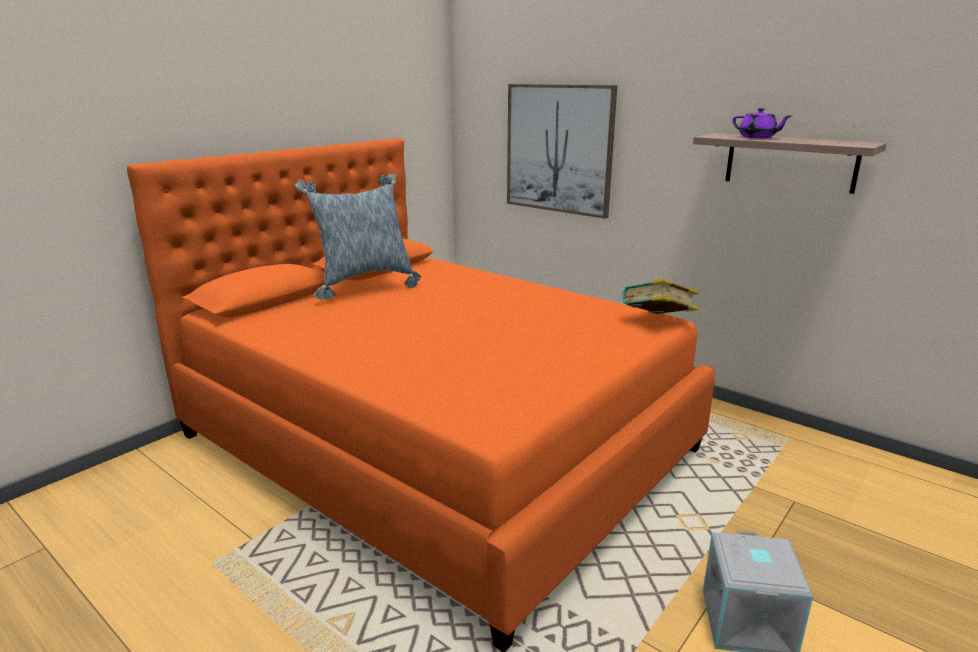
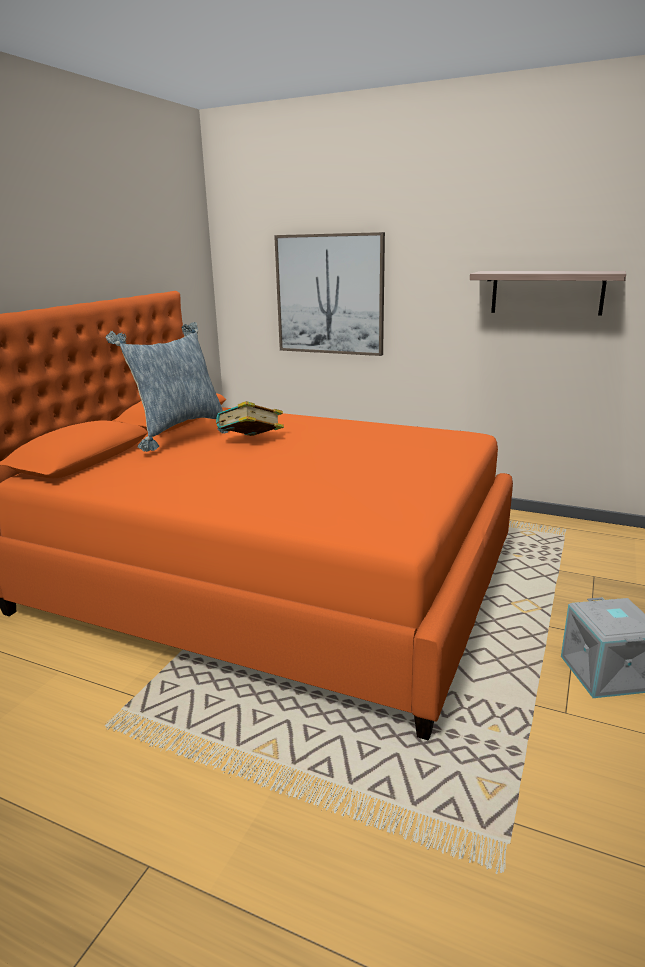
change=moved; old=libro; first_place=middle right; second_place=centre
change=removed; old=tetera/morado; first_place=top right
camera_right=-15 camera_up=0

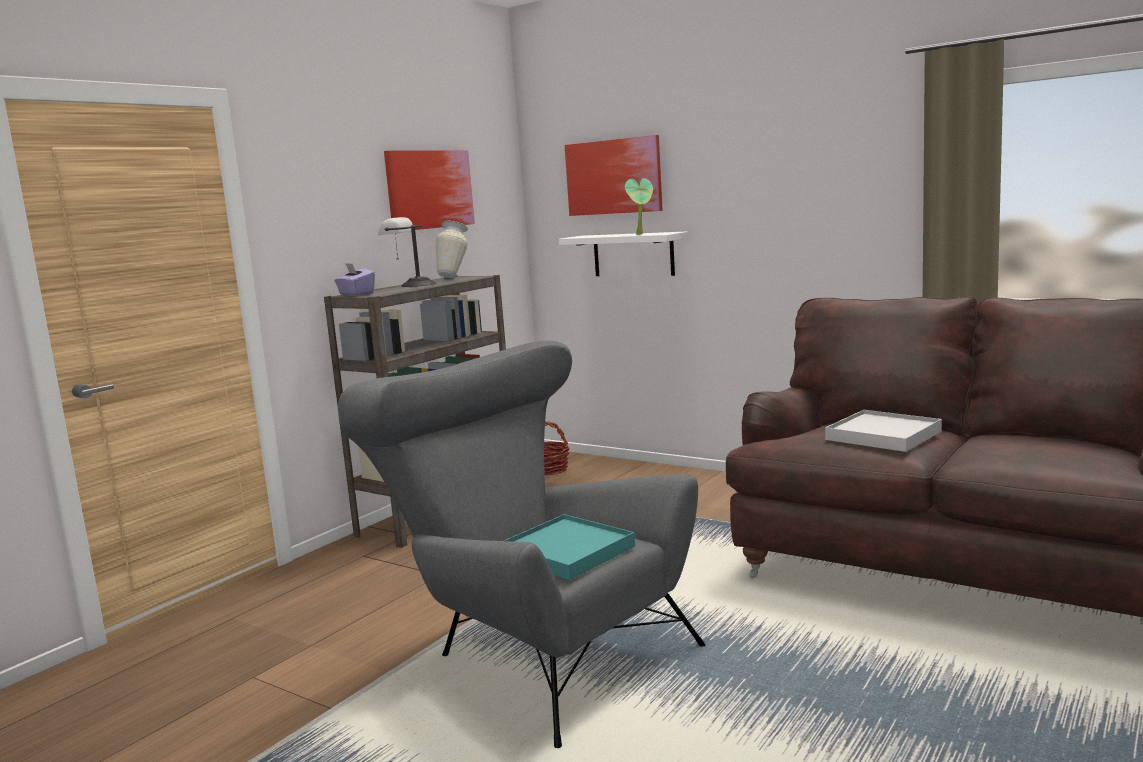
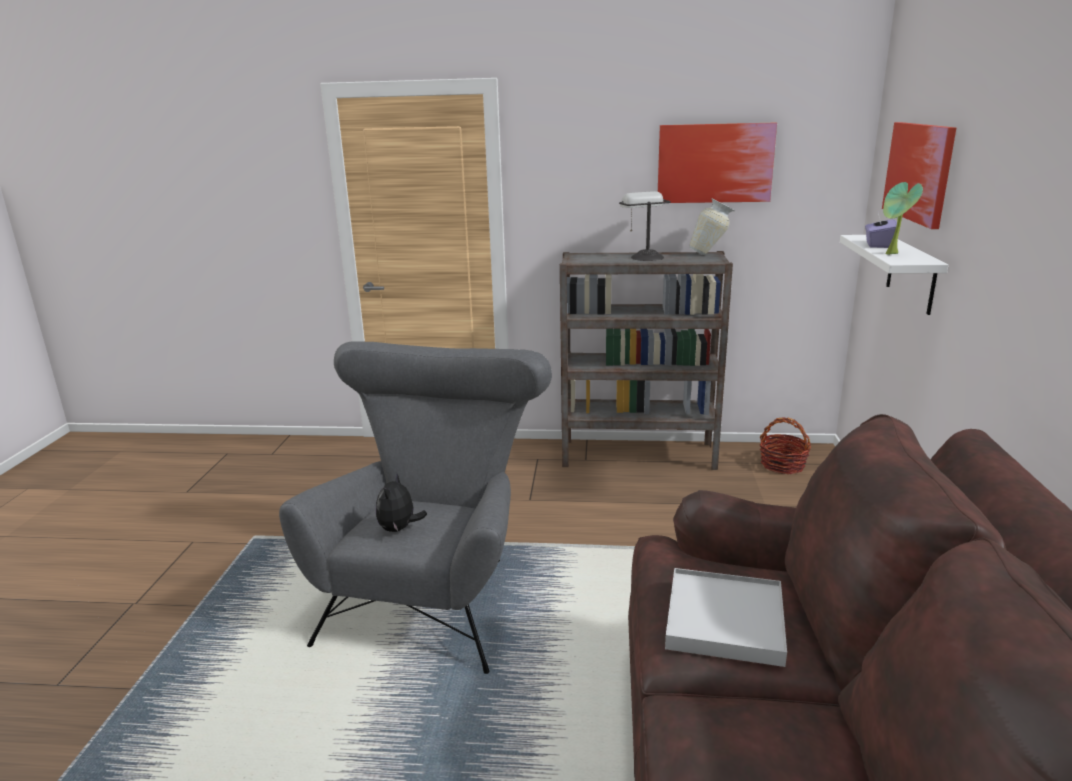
change=moved; old=caja de pañuelos/morado; first_place=middle left; second_place=top right
change=replaced; old=bandeja/turquesa; new=peluche; first_place=bottom centre; second_place=centre
camera_right=60 camera_up=10

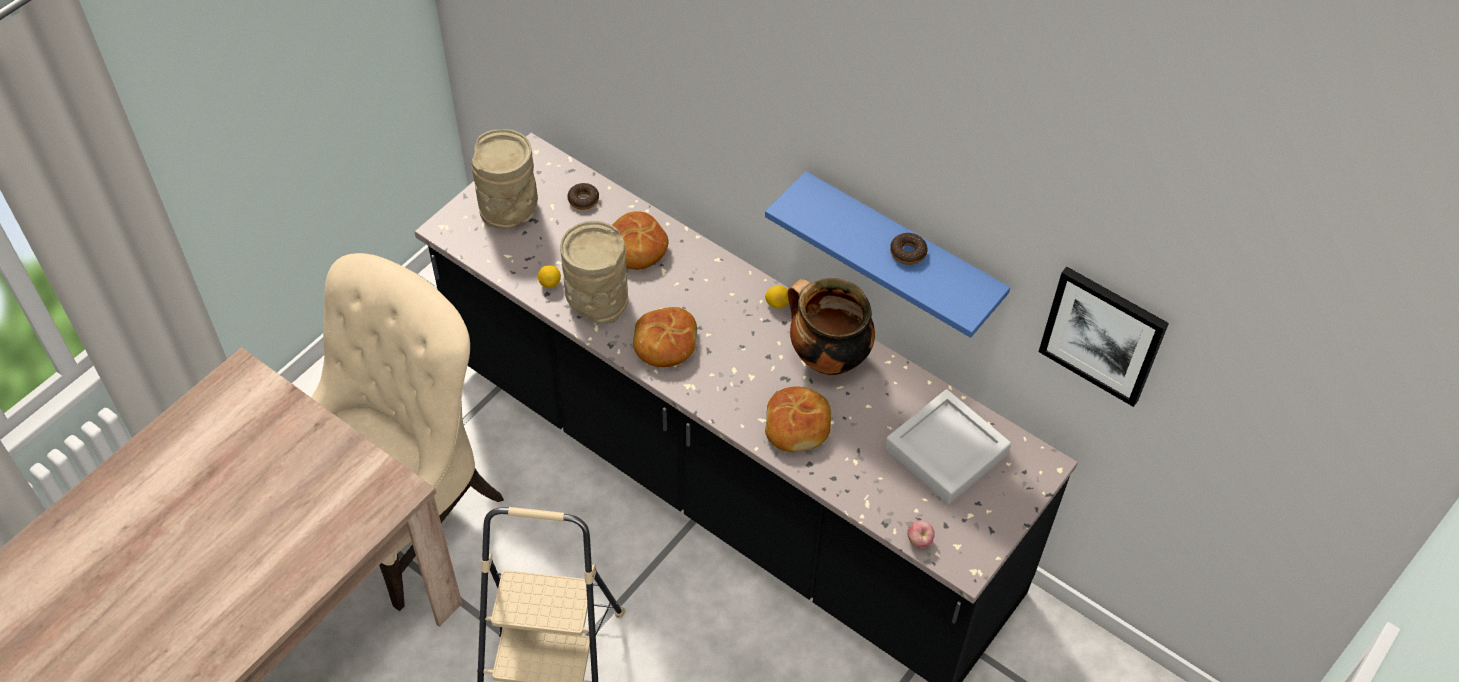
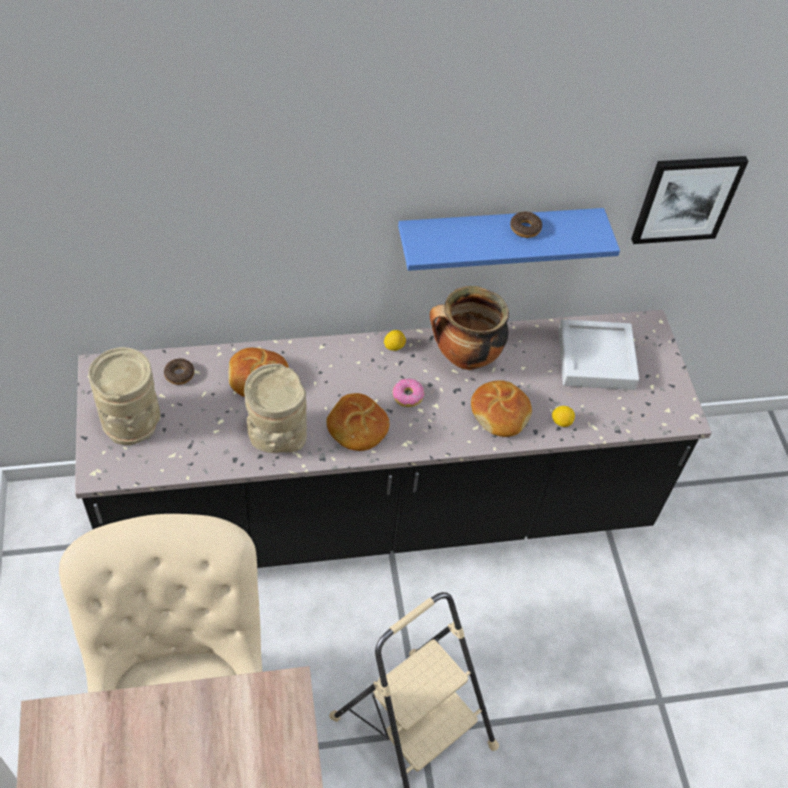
change=moved; old=limón (1st from left in the first image); new=limón (2nd from left); first_place=centre; second_place=middle right
change=removed; old=manzana; first_place=bottom centre
change=added; new=rosquilla (2nd from left); second_place=centre
camera_right=-50 camera_up=0

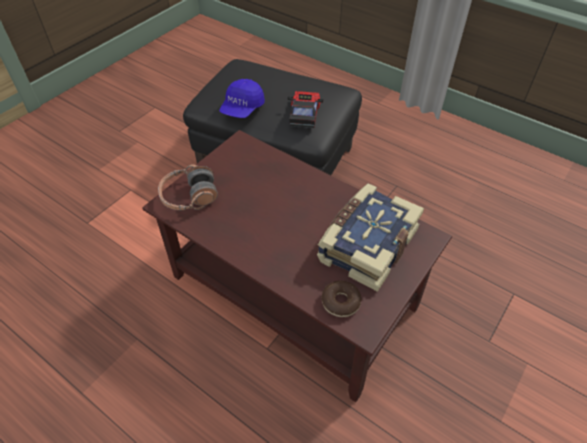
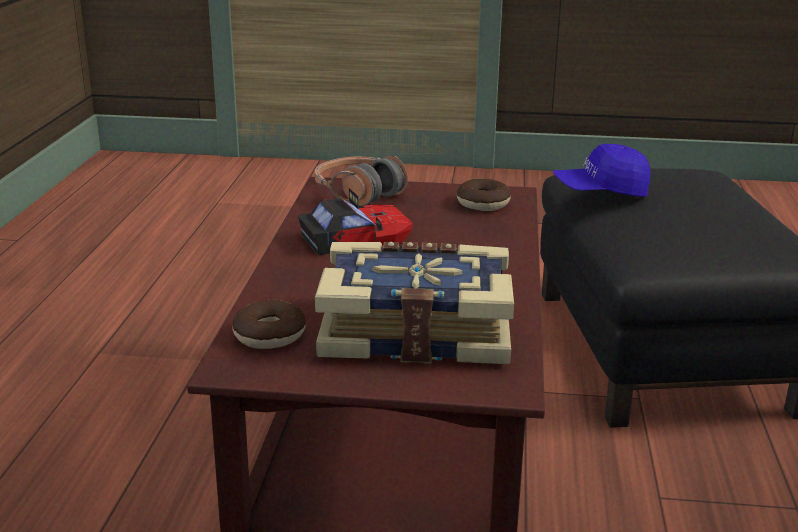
change=moved; old=coche de juguete; first_place=top centre; second_place=centre
change=added; new=rosquilla (2nd from left); second_place=centre
camera_right=60 camera_up=-25

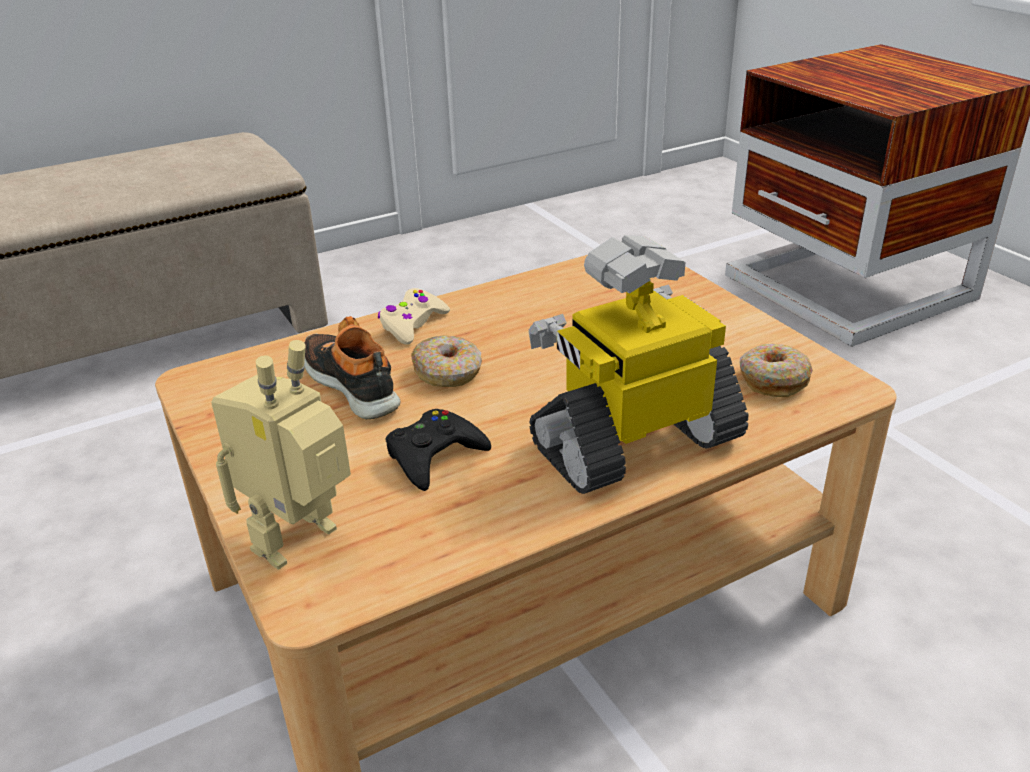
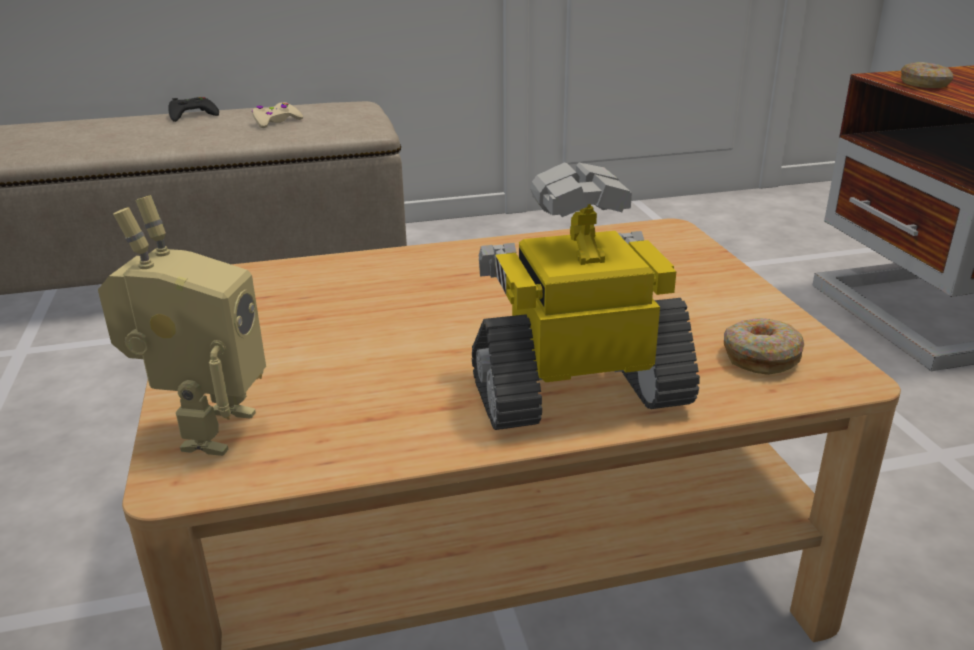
change=turned; old=robot de juguete (1st from left); first_place=middle left; second_place=middle left; degrees=135
change=removed; old=zapato; first_place=centre
change=moved; old=mando de consola/beis; first_place=centre; second_place=top left
change=moved; old=mando de consola/negro; first_place=centre; second_place=top left
change=moved; old=rosquilla (1st from left in the first image); new=rosquilla (2nd from left); first_place=centre; second_place=top right
camera_right=15 camera_up=-5

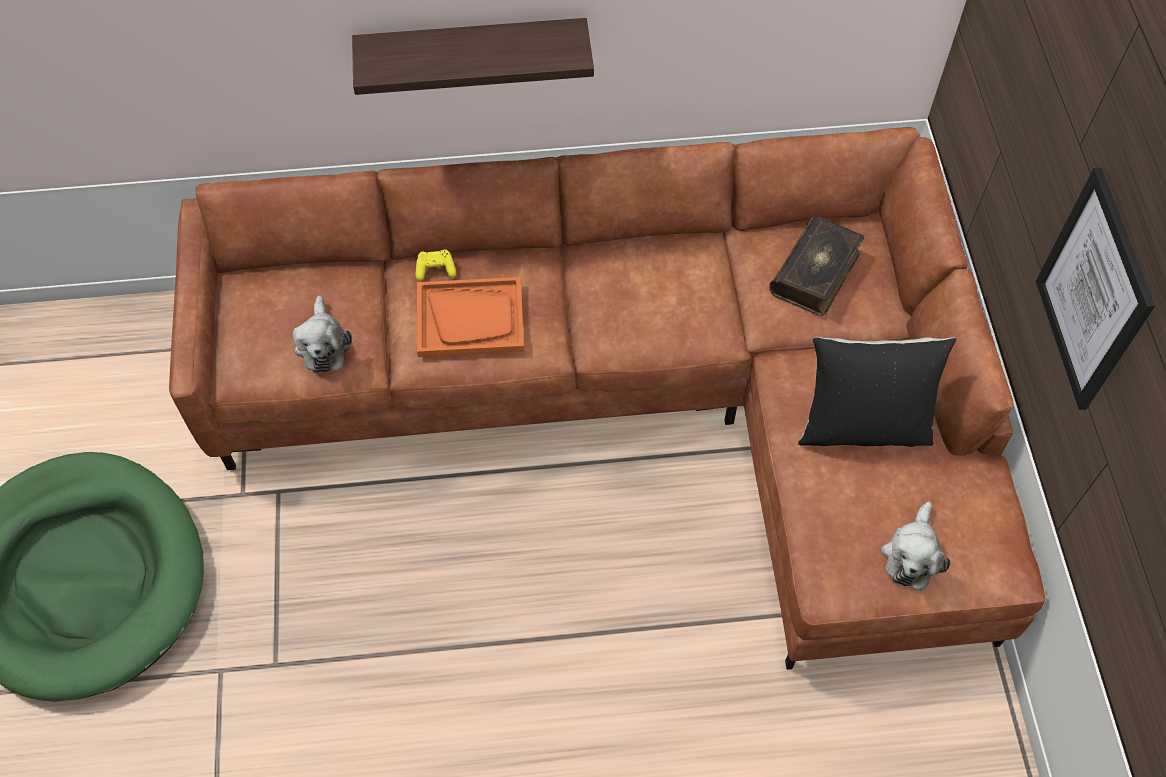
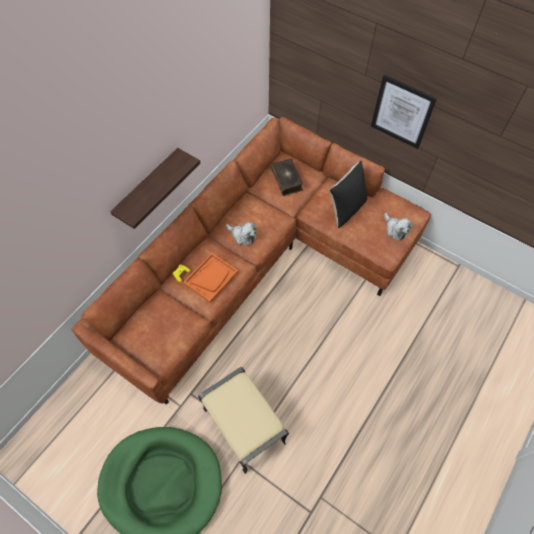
change=moved; old=peluche (1st from left); first_place=middle left; second_place=centre
change=added; new=puf/beis; second_place=bottom centre
camera_right=-50 camera_up=0

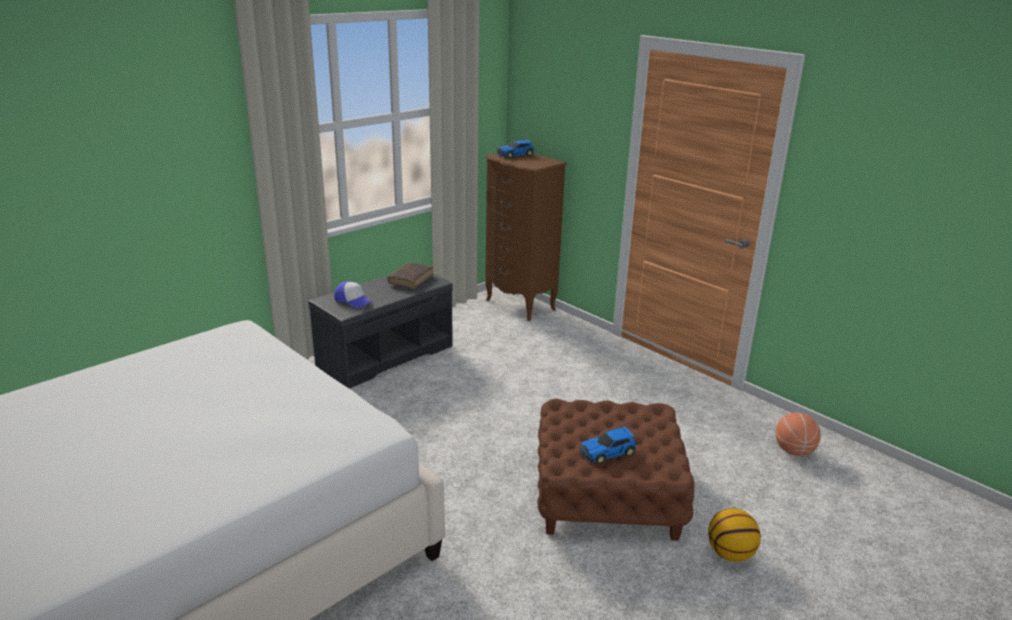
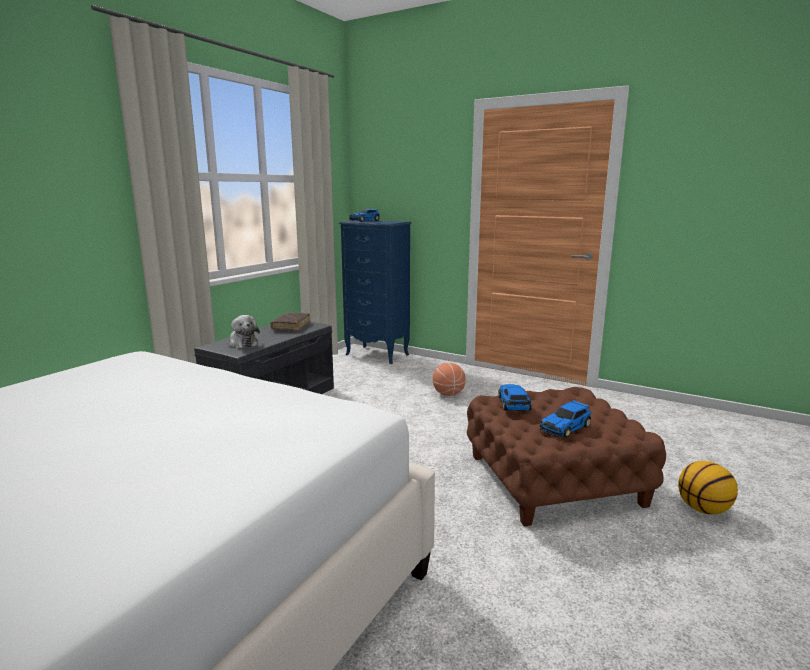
change=replaced; old=gorra; new=peluche; first_place=centre; second_place=middle left
change=recoloured; old=cómoda/marrón; new=cómoda/azul; first_place=centre; second_place=centre
change=moved; old=balón de baloncesto (2nd from left in the first image); new=balón de baloncesto (1st from left); first_place=bottom right; second_place=centre
change=added; new=coche de juguete (2nd from left); second_place=centre
camera_right=-15 camera_up=-10

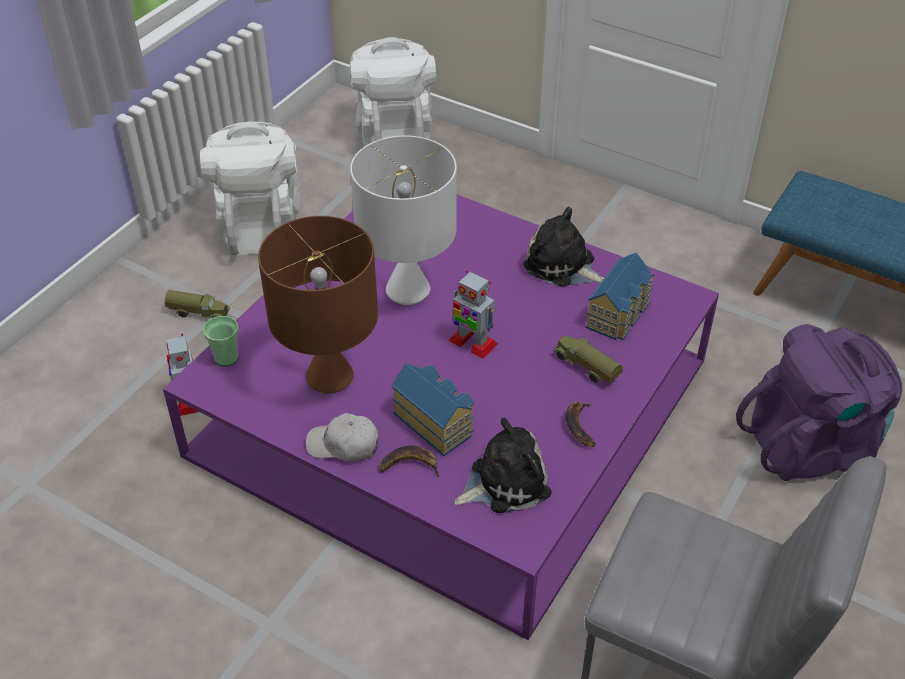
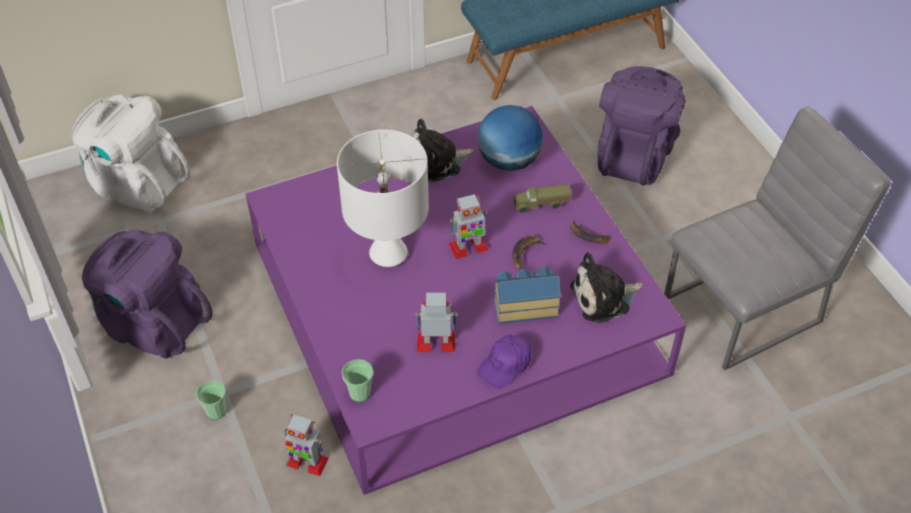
change=replaced; old=camión de juguete (1st from left); new=taza (1st from left); first_place=middle left; second_place=bottom left
change=recoloured; old=mochila/blanco (1st from left); new=mochila/morado (1st from left); first_place=top left; second_place=middle left
change=replaced; old=lámpara de mesa/marrón; new=robot de juguete (2nd from left); first_place=centre; second_place=centre
change=recoloured; old=gorra/blanco; new=gorra/morado; first_place=centre; second_place=bottom centre
change=moved; old=plátano (1st from left); first_place=bottom centre; second_place=centre
change=turned; old=peluche (1st from left in the first image); first_place=bottom centre; second_place=centre; degrees=-120
change=replaced; old=casita (2nd from left); new=globo terráqueo; first_place=middle right; second_place=top centre
camera_right=-55 camera_up=5

